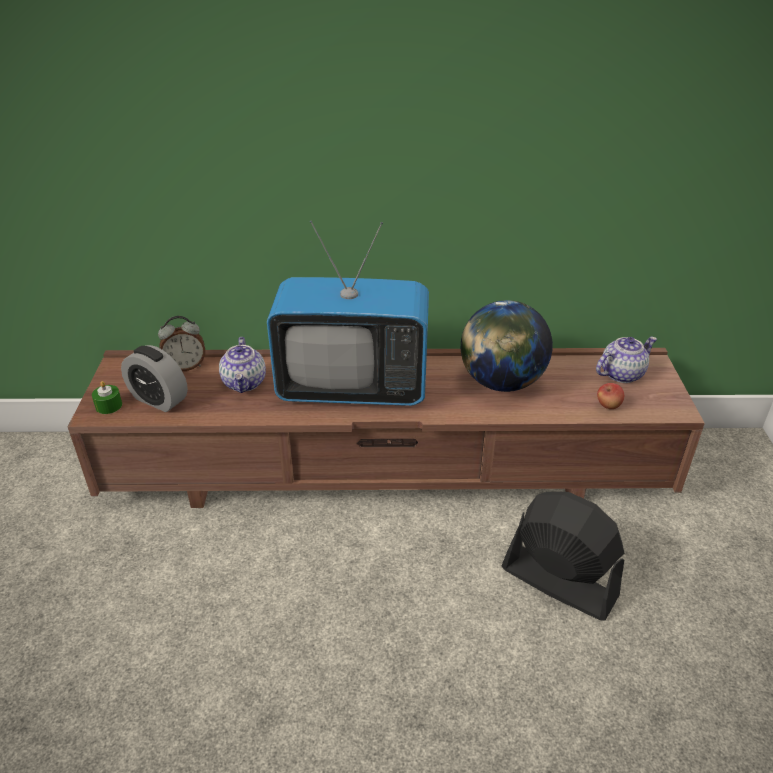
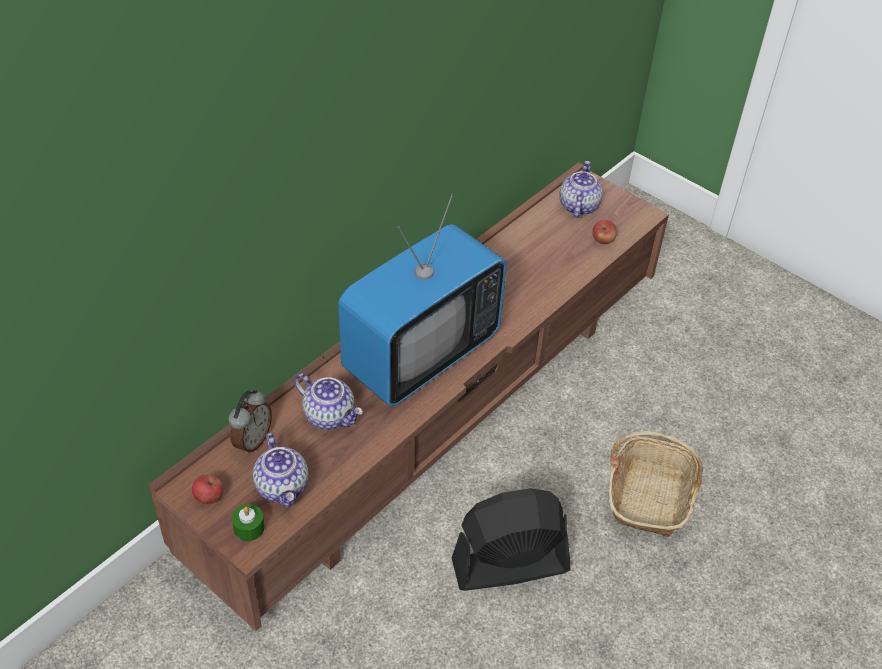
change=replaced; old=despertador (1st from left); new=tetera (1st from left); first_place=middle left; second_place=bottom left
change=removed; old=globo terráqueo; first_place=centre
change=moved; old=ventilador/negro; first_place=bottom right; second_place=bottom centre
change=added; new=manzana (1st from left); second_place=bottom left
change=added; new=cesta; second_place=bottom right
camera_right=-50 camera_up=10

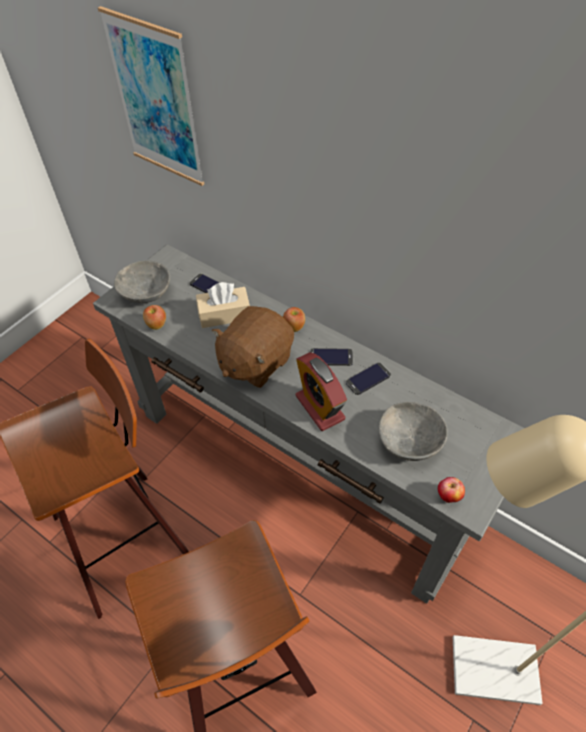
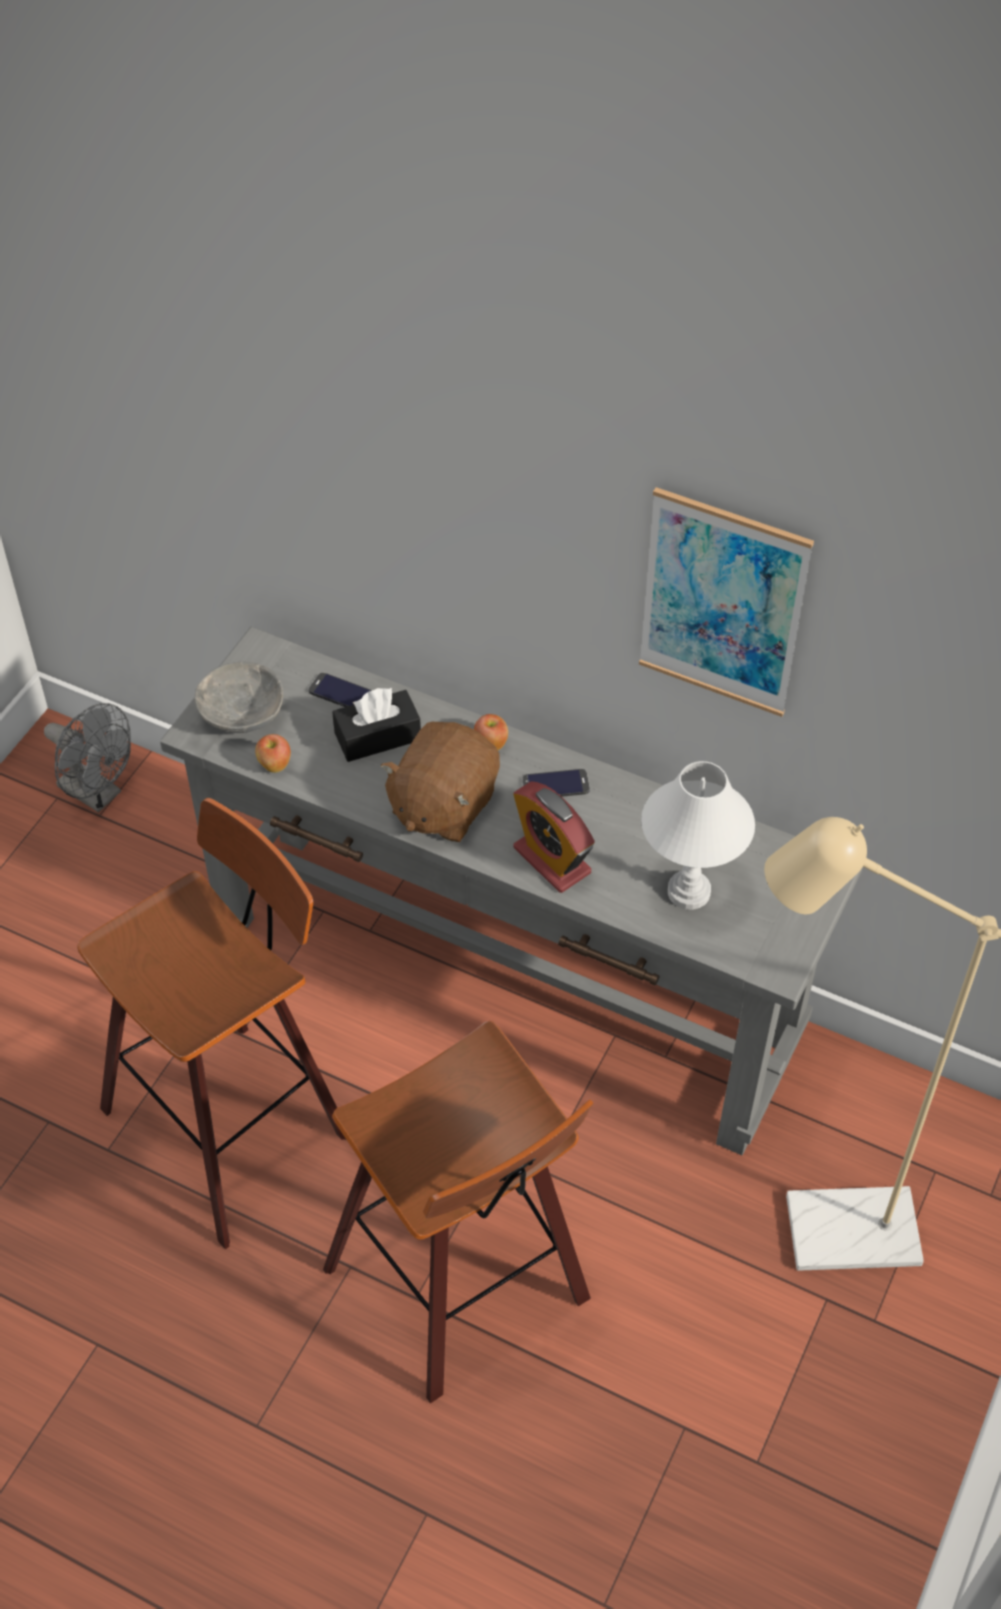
change=moved; old=cuadro; first_place=top left; second_place=middle right
change=recoloured; old=caja de pañuelos/beis; new=caja de pañuelos/negro; first_place=centre; second_place=centre
change=removed; old=móvil (3rd from left); first_place=centre
change=replaced; old=cuenco/gris (2nd from left); new=lámpara de mesa/blanco; first_place=middle right; second_place=middle right
change=removed; old=manzana (3rd from left); first_place=bottom right
change=added; new=ventilador/gris; second_place=middle left
camera_right=-10 camera_up=0

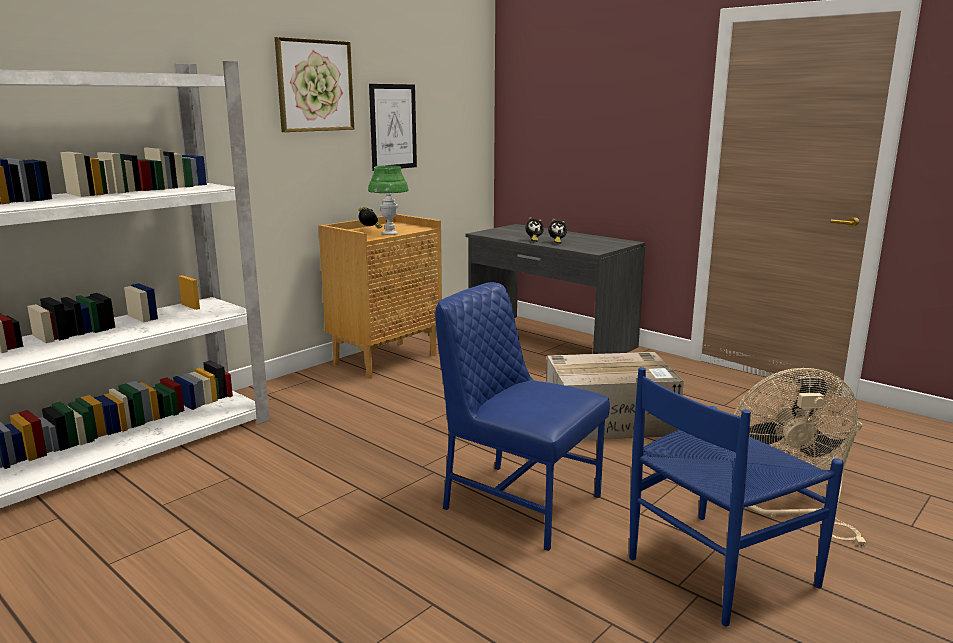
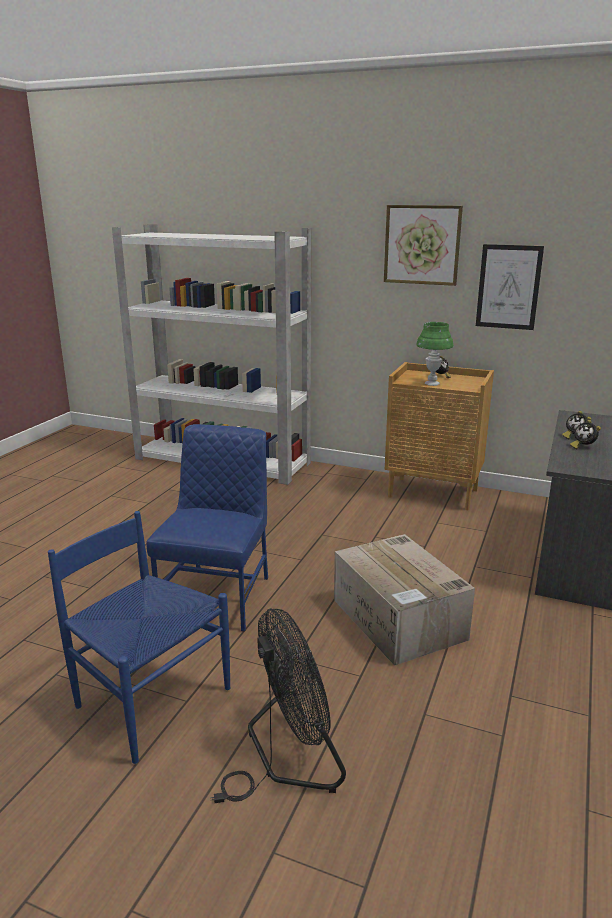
change=recoloured; old=ventilador/beis; new=ventilador/negro; first_place=bottom right; second_place=bottom centre
camera_right=70 camera_up=5

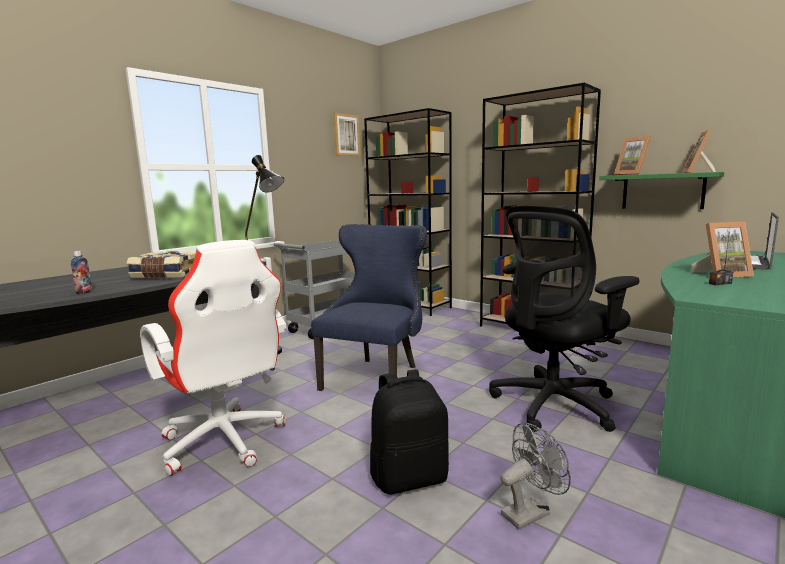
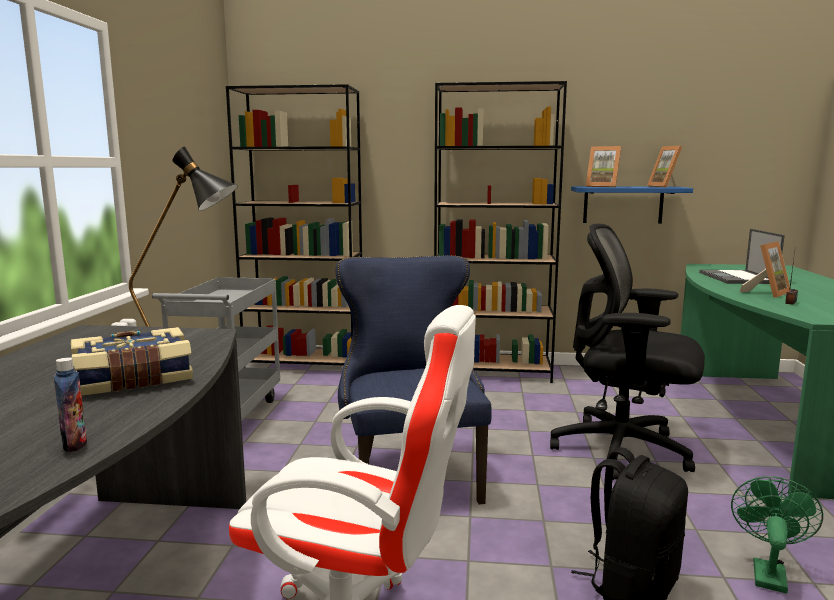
change=removed; old=cuadro; first_place=top centre
change=turned; old=silla de oficina/negro; first_place=middle right; second_place=middle right; degrees=90
change=recoloured; old=ventilador/gris; new=ventilador/verde; first_place=bottom right; second_place=bottom right
change=recoloured; old=estante/verde; new=estante/azul; first_place=middle right; second_place=middle right
camera_right=-35 camera_up=0

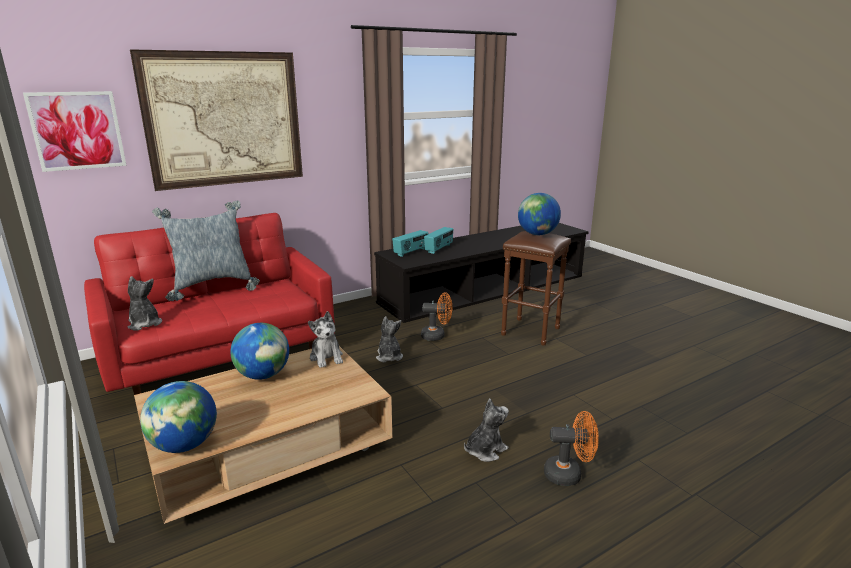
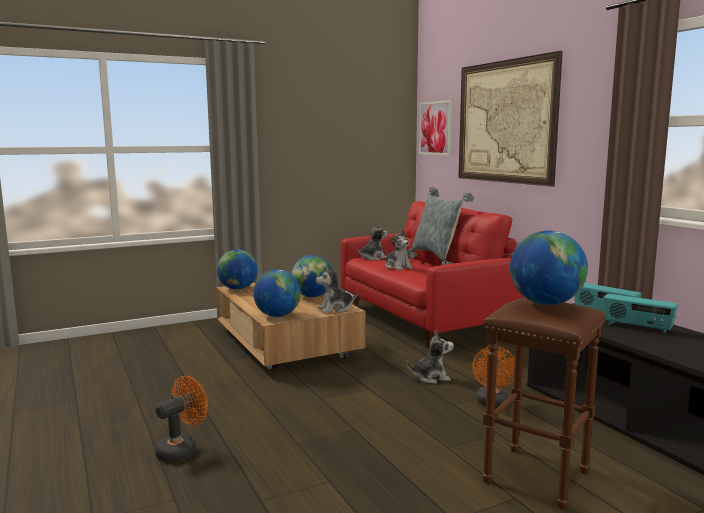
change=moved; old=peluche (4th from left in the first image); new=peluche (3rd from left); first_place=bottom centre; second_place=centre
change=turned; old=ventilador/naranja (2nd from left in the first image); first_place=bottom right; second_place=bottom left; degrees=-150
change=added; new=globo terráqueo (2nd from left); second_place=centre
camera_right=95 camera_up=-10

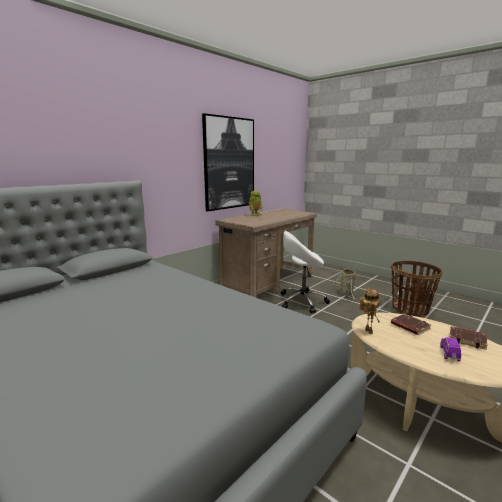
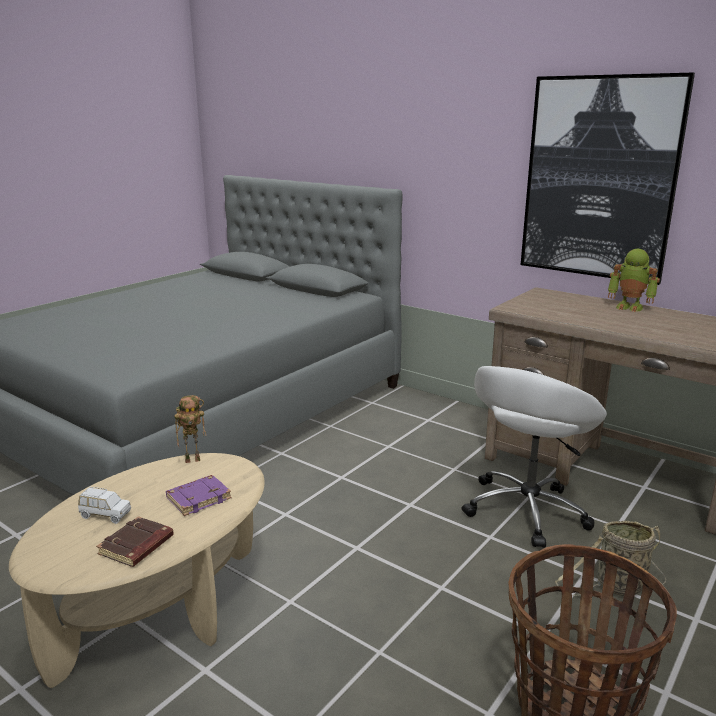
change=turned; old=silla de oficina/blanco; first_place=centre; second_place=middle right; degrees=-135
change=recoloured; old=libro/marrón (1st from left); new=libro/morado; first_place=middle right; second_place=bottom left
change=recoloured; old=coche de juguete/morado; new=coche de juguete/blanco; first_place=bottom right; second_place=bottom left
camera_right=85 camera_up=5

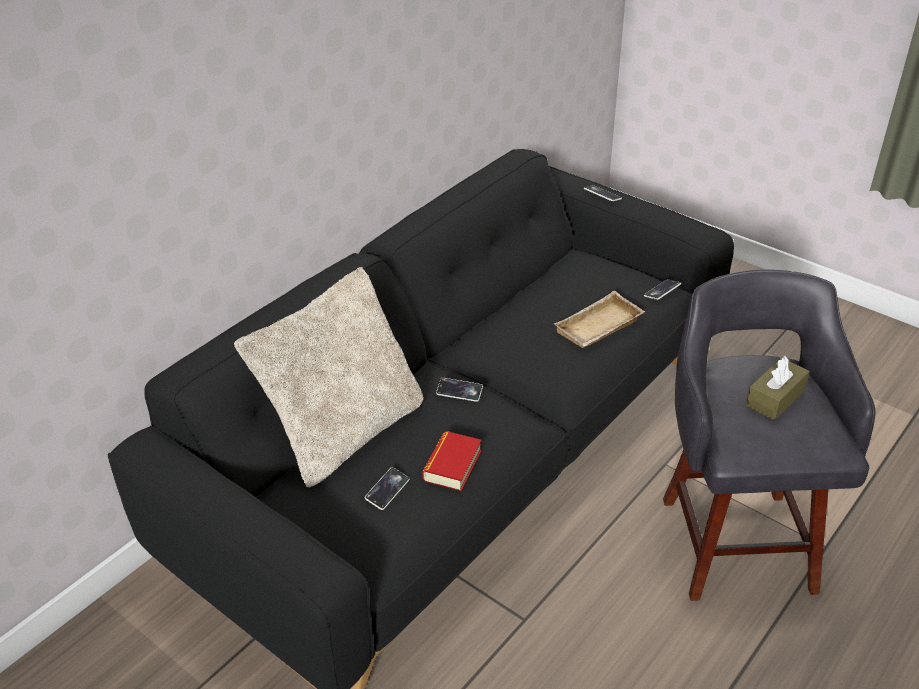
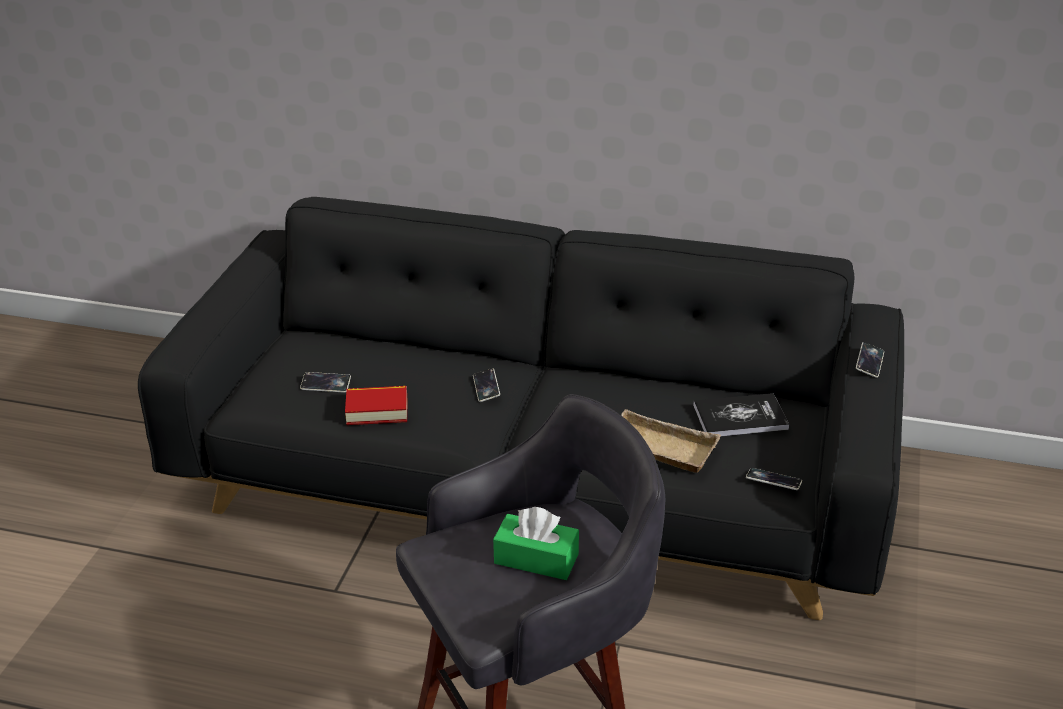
change=removed; old=cojín/beis; first_place=centre
change=recoloured; old=caja de pañuelos/marrón; new=caja de pañuelos/verde; first_place=middle right; second_place=bottom centre
change=added; new=libro (2nd from left); second_place=middle right
camera_right=65 camera_up=-5

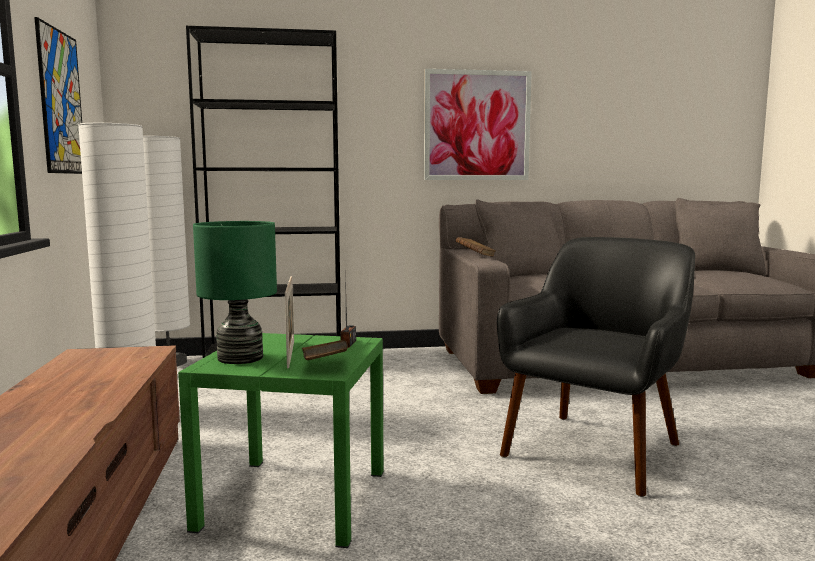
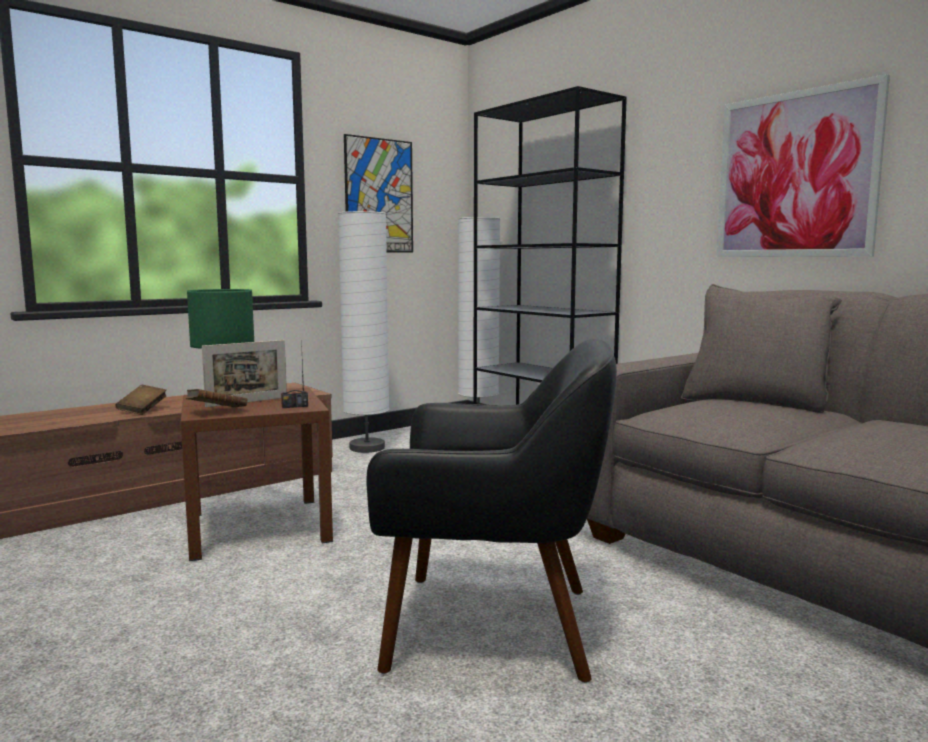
change=recoloured; old=mesa auxiliar/verde; new=mesa auxiliar/marrón; first_place=bottom centre; second_place=middle left
change=moved; old=libro/marrón (2nd from left in the first image); new=libro/marrón (1st from left); first_place=centre; second_place=middle left
camera_right=60 camera_up=0

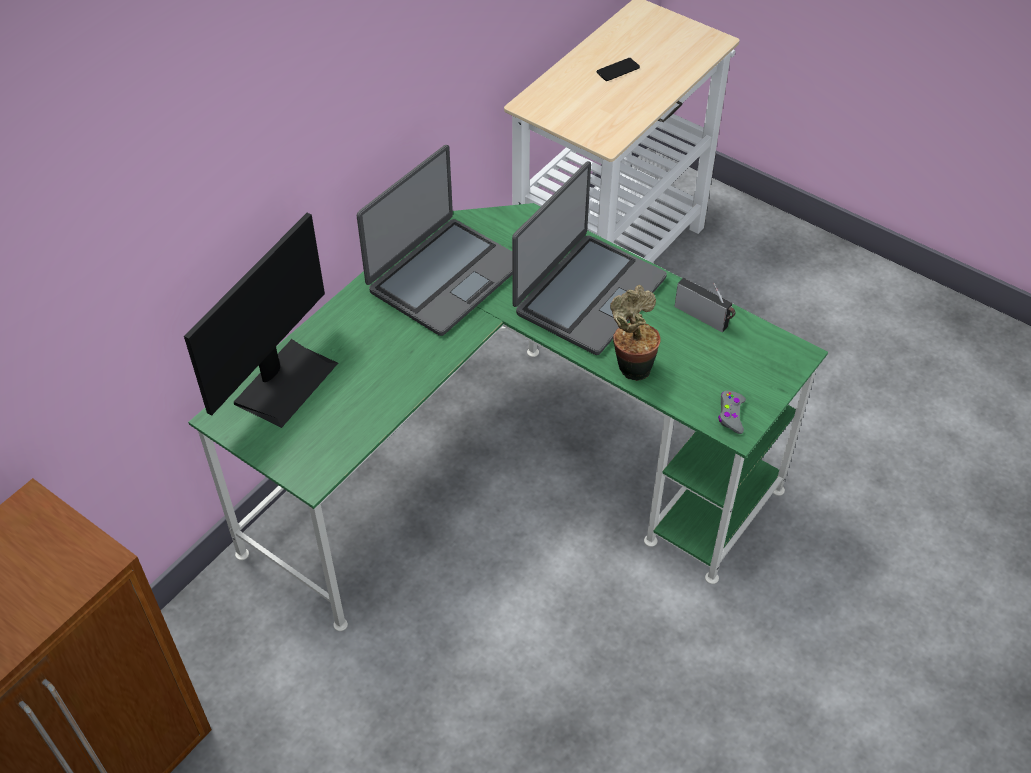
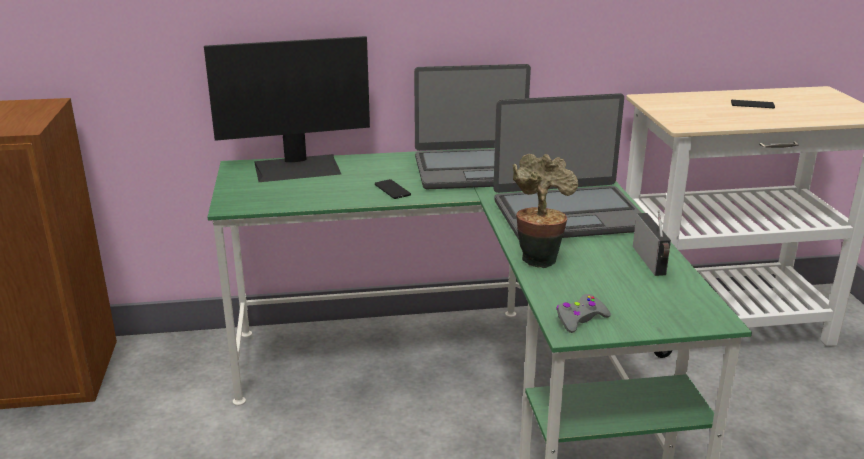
change=added; new=móvil (1st from left); second_place=centre
camera_right=45 camera_up=-25

